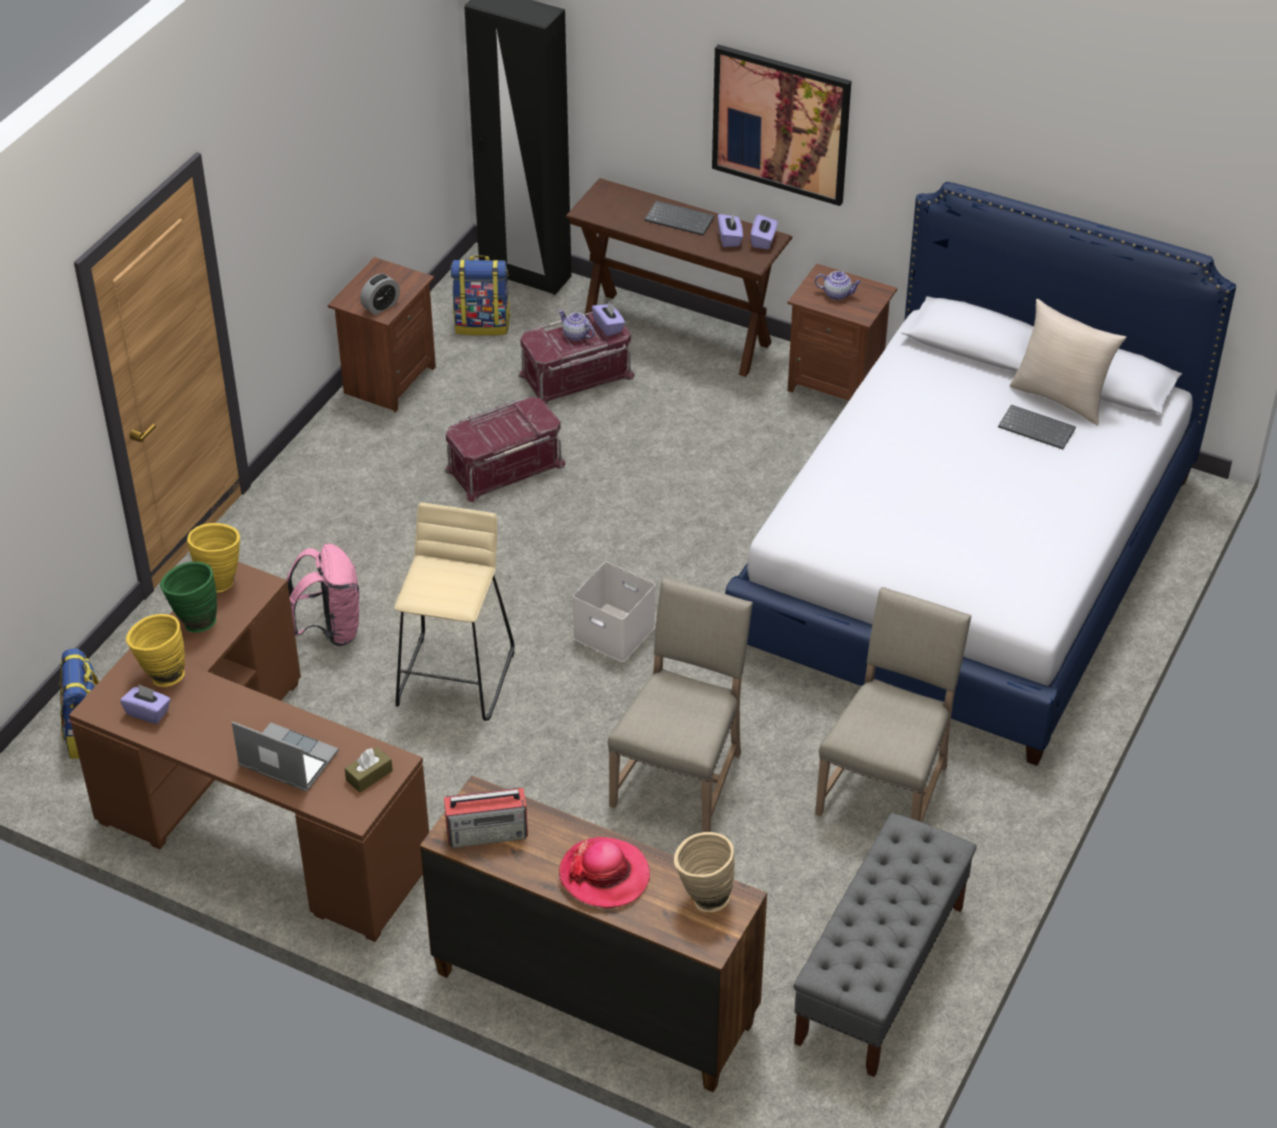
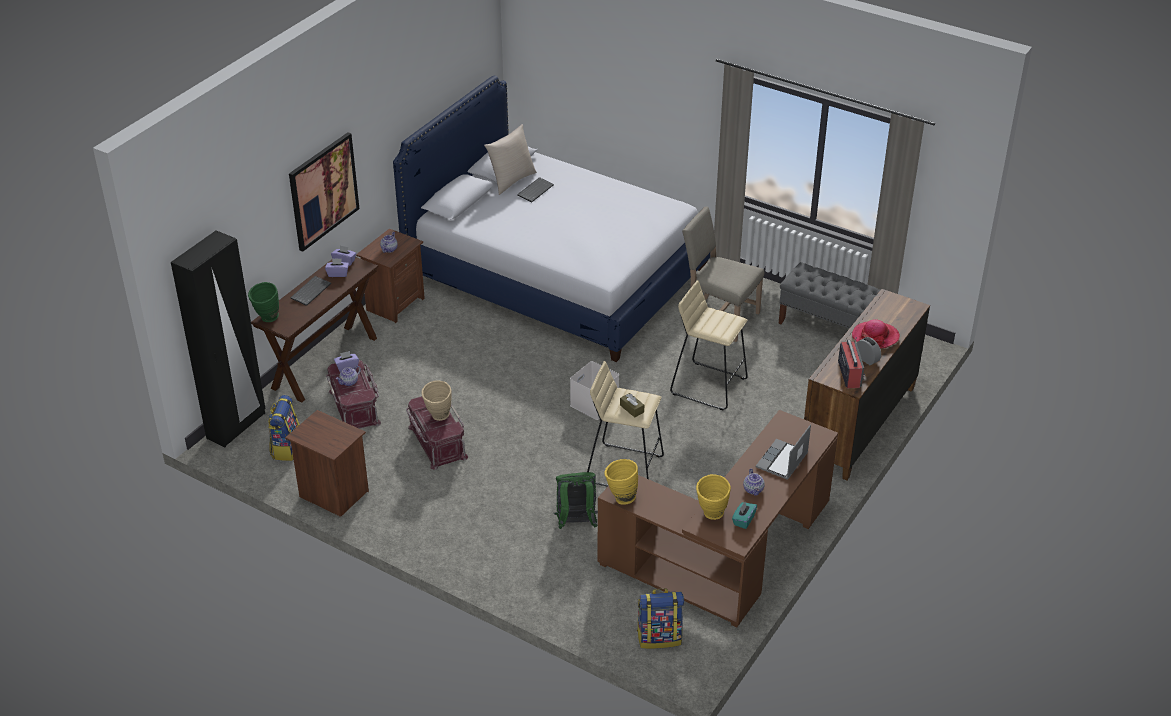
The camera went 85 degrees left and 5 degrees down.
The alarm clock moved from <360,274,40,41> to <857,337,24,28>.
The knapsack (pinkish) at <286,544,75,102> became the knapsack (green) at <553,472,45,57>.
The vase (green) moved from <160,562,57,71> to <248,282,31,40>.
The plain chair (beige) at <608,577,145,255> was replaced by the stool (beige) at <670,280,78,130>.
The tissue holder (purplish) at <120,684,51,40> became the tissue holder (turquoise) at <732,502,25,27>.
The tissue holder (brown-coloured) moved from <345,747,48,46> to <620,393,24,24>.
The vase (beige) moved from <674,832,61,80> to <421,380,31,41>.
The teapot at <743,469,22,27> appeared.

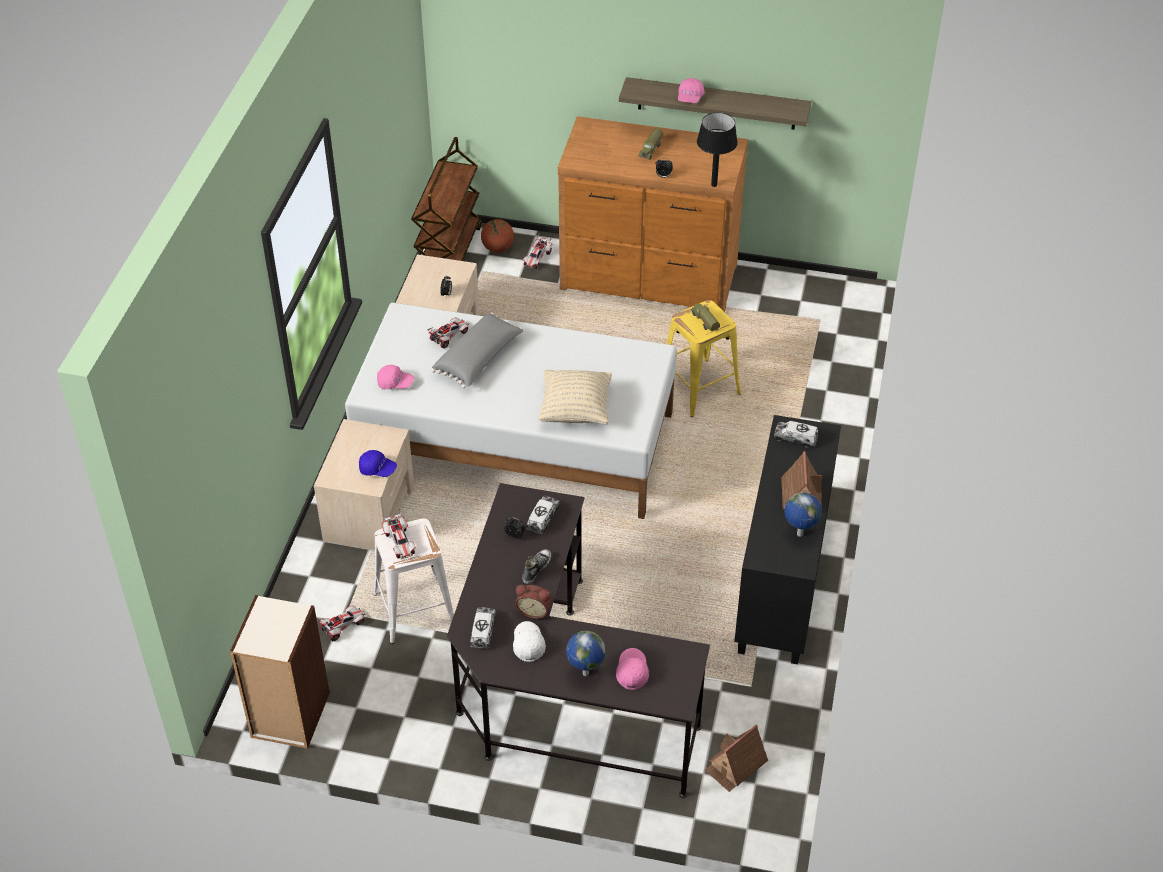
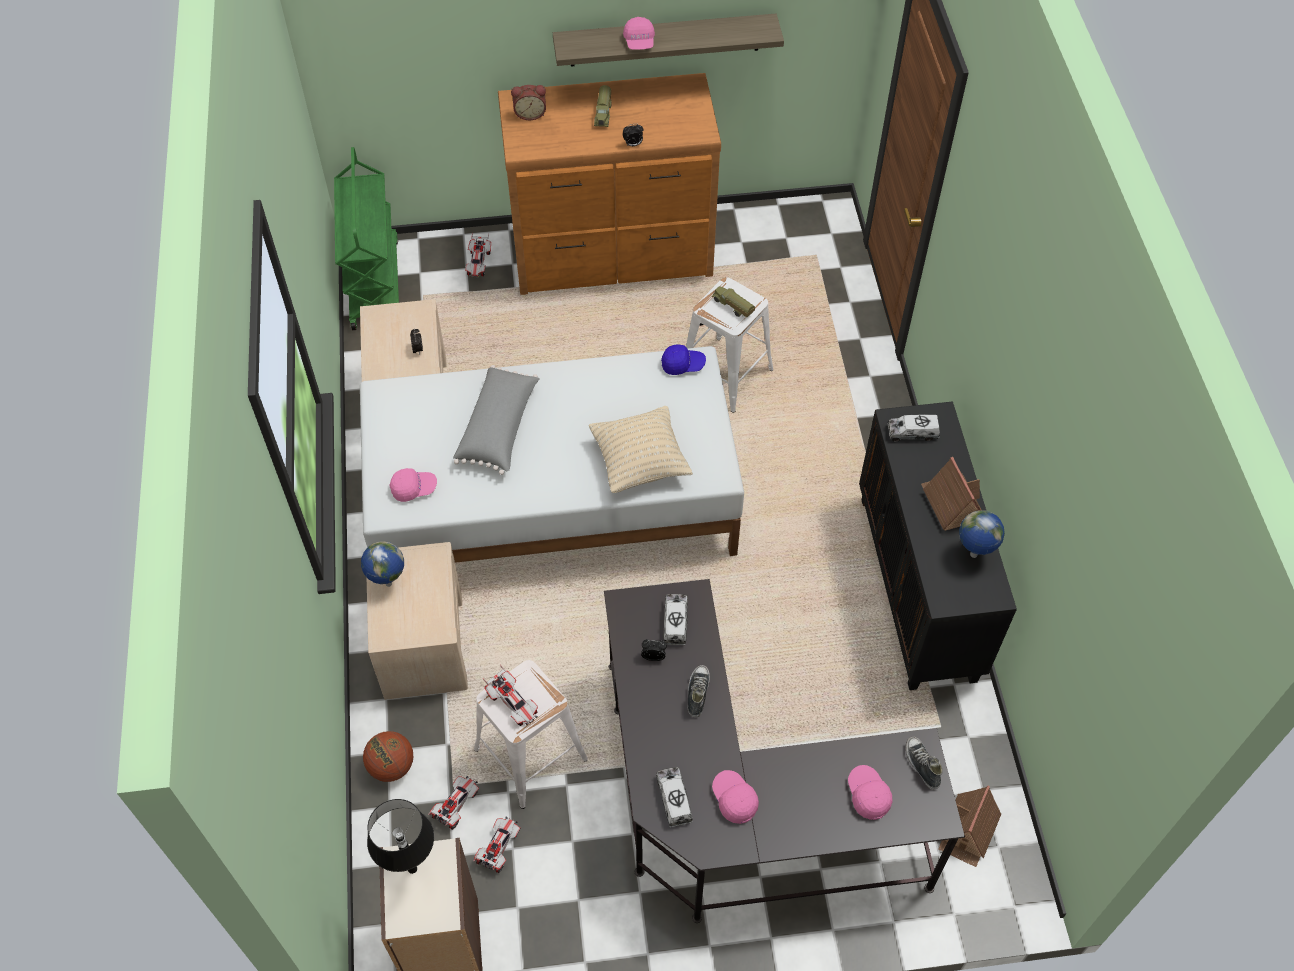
The camera went 20 degrees left and 10 degrees up.
The lamp for a table (blackish) moved from <697,112,41,75> to <367,799,67,75>.
The wheeled cart (brown-coloured) at <411,137,70,124> became the wheeled cart (green) at <334,147,65,183>.
The ball for basketball moved from <481,219,33,34> to <363,731,50,51>.
The stool (yellow-coloured) at <667,300,74,117> became the stool (whitish) at <686,277,87,136>.
The toy car moved from <427,317,42,32> to <474,817,46,56>.
The cap (blue-coloured) moved from <359,450,38,27> to <661,344,45,31>.
The alarm clock moved from <515,585,37,34> to <511,85,35,35>.
The cap (whitish) at <513,621,33,41> became the cap (pinkish) at <712,770,47,54>.
The desk globe moved from <566,631,40,45> to <361,541,43,46>.
The item of footwear at <906,737,37,53> appeared.

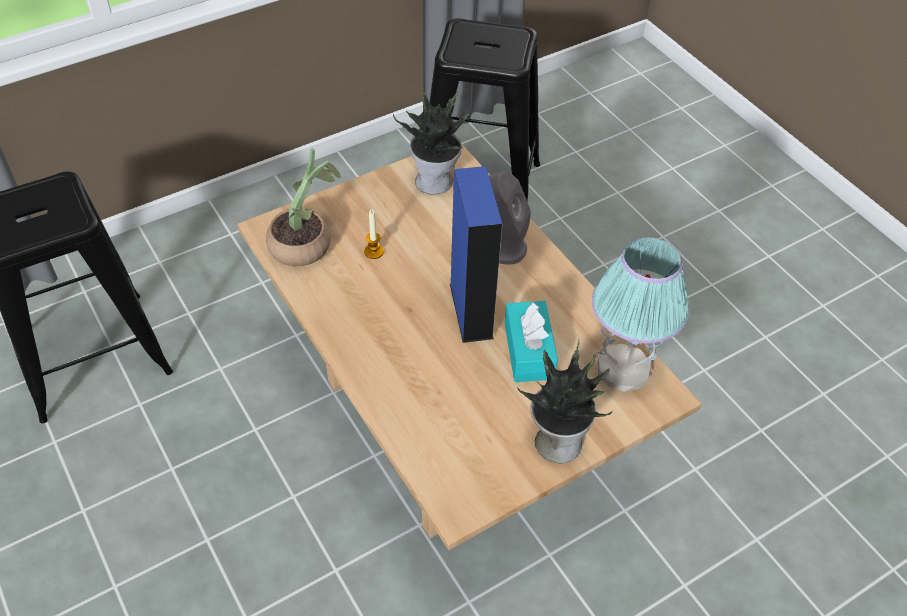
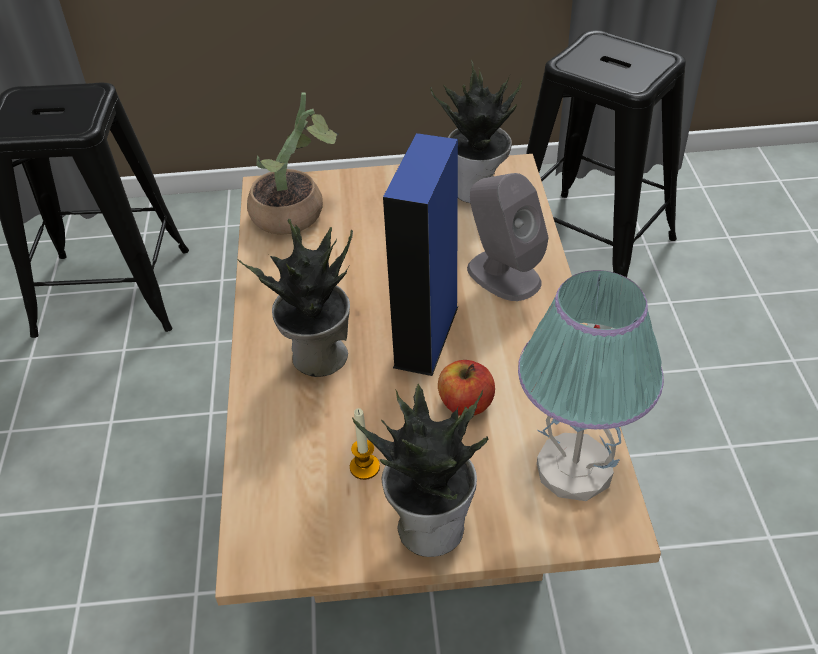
The camera went 30 degrees right and 5 degrees down.
The candle moved from <364,210,20,49> to <350,408,30,72>.
The tissue holder (turquoise) at <504,301,54,81> was replaced by the whole apple at <438,360,57,56>.
The plant in a pot at <237,218,116,159> appeared.

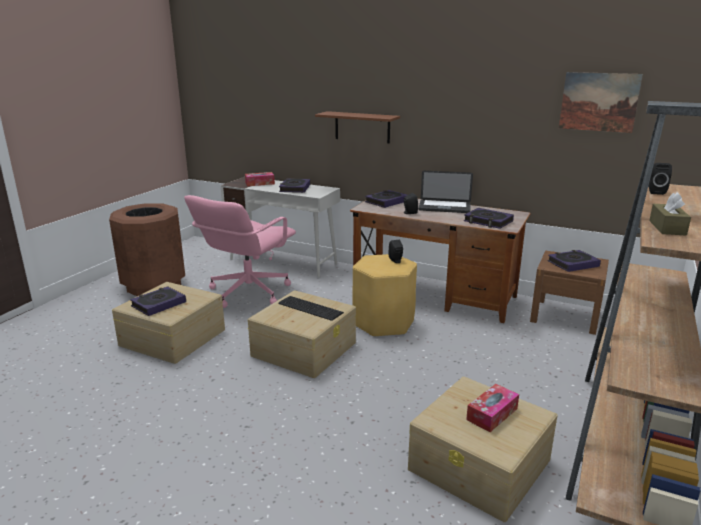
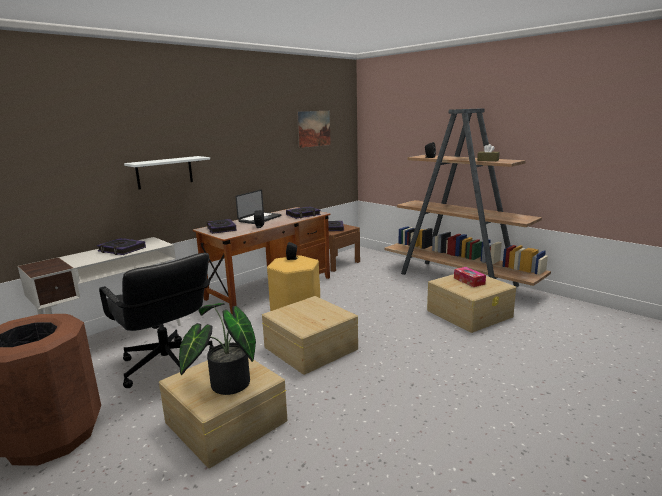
The camera went 70 degrees left and 5 degrees down.
The bracket shelf (brown-coloured) at <315,111,85,32> became the bracket shelf (whitish) at <124,156,86,33>.
The tissue holder at <245,172,30,14> disappeared.
The desk chair (pinkish) at <184,195,112,113> became the desk chair (blackish) at <99,253,115,135>.
The book at <130,286,56,30> was replaced by the plant in a pot at <179,303,77,92>.
The PC keyboard at <278,296,66,25> disappeared.

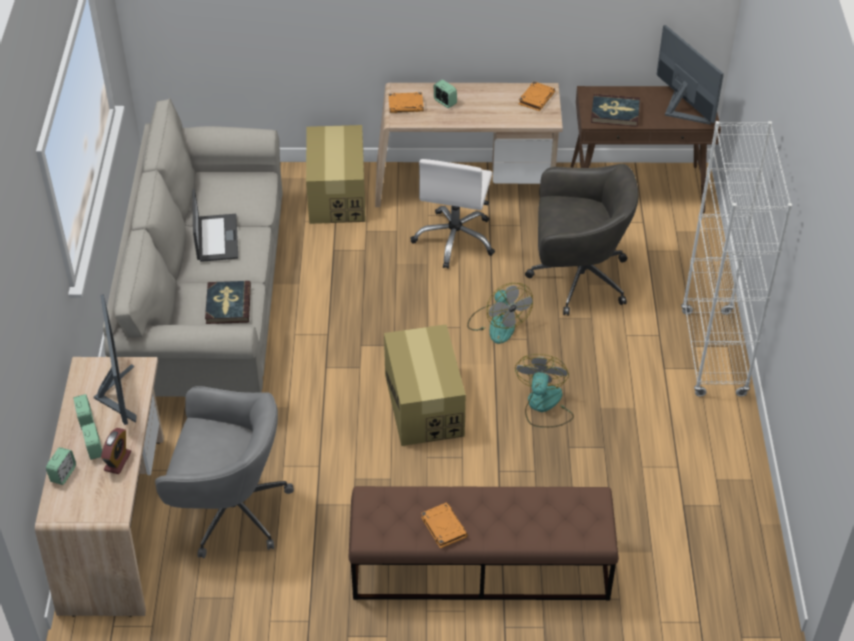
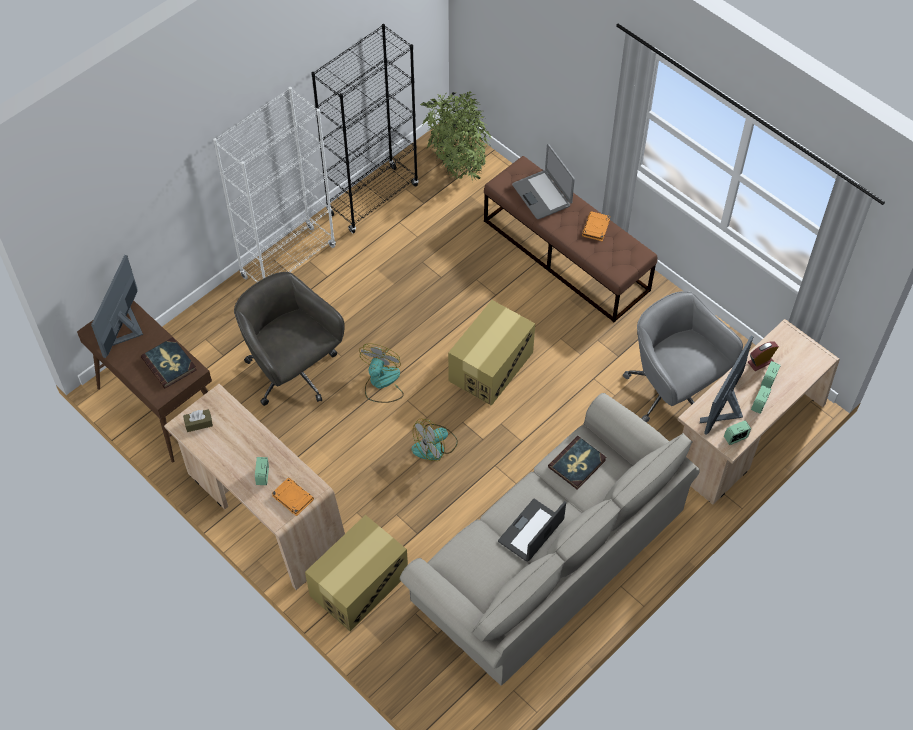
The camera went 135 degrees left and 10 degrees up.
The book (orange) at <519,81,36,30> was replaced by the tissue holder (brown-coloured) at <183,409,30,23>.
The desk chair (whitish) at <410,159,85,110> disappeared.
The electric fan moved from <515,354,59,74> to <412,419,46,42>.
The alarm clock moved from <46,447,30,38> to <724,420,27,25>.
The shelving unit (blackish) at <311,24,108,209> appeared.
The plant in a pot at <420,92,72,89> appeared.
The portable computer at <512,144,63,75> appeared.

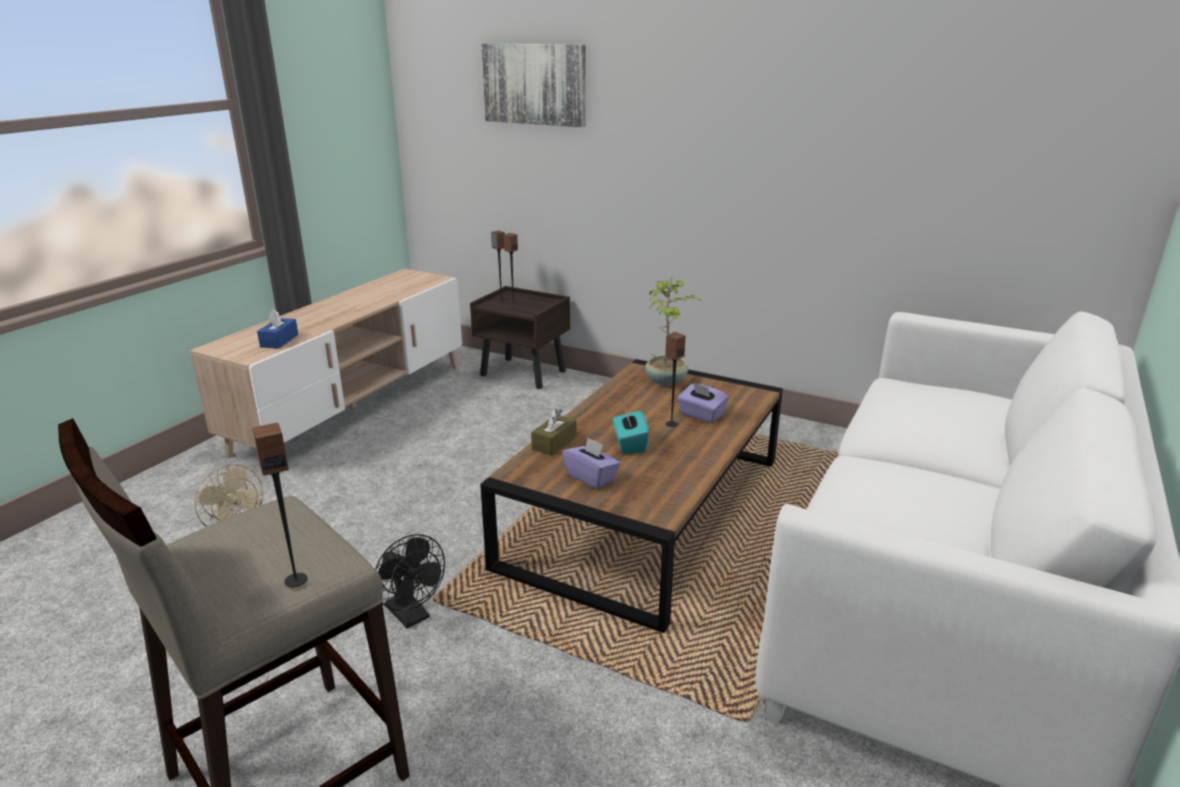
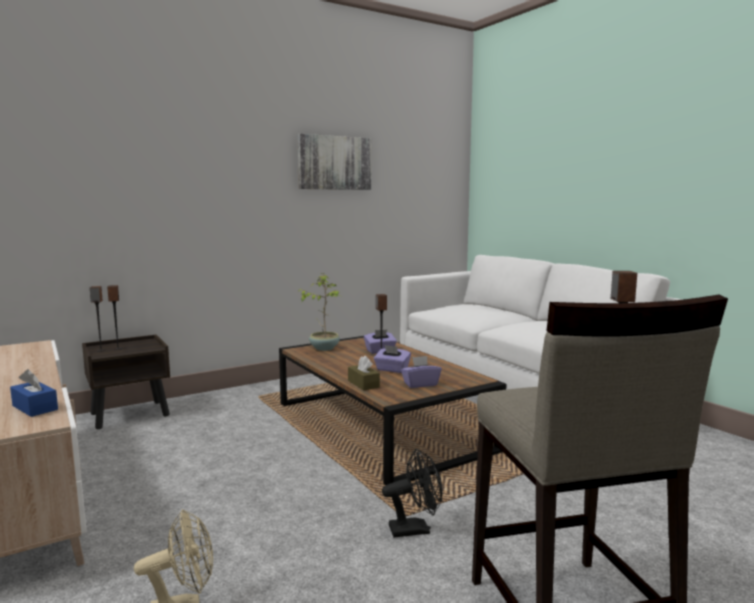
The camera went 60 degrees left and 15 degrees down.
The wall picture moved from <481,43,105,84> to <298,134,73,56>.
The tissue holder (turquoise) at <613,408,36,45> became the tissue holder (purplish) at <374,345,37,28>.

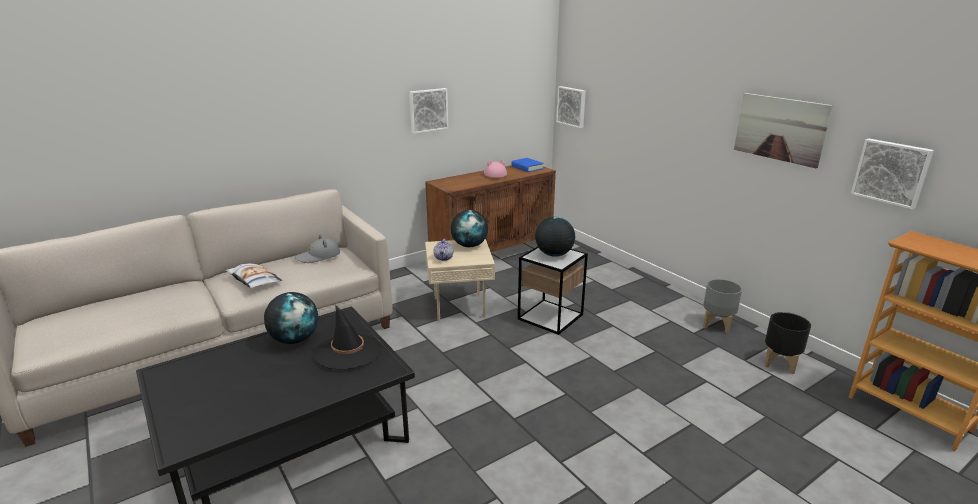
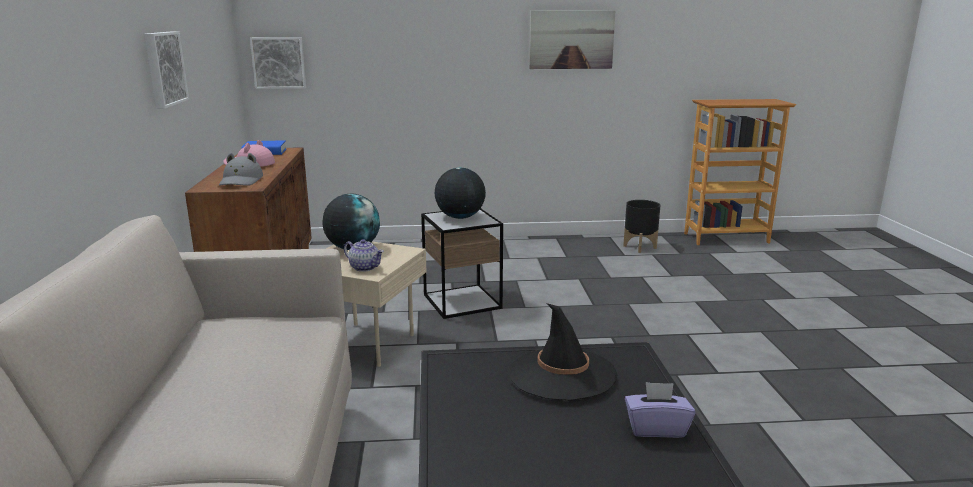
The camera went 60 degrees left and 5 degrees down.
The wall picture at <851,139,83,70> disappeared.
The clothing hat (grey) moved from <294,235,46,28> to <219,153,44,33>.
The pillow at <226,263,56,25> disappeared.
The planter (grey) at <703,279,39,54> disappeared.
The desk globe at <264,292,54,52> disappeared.
The tissue holder (purplish) at <625,382,70,56> appeared.

